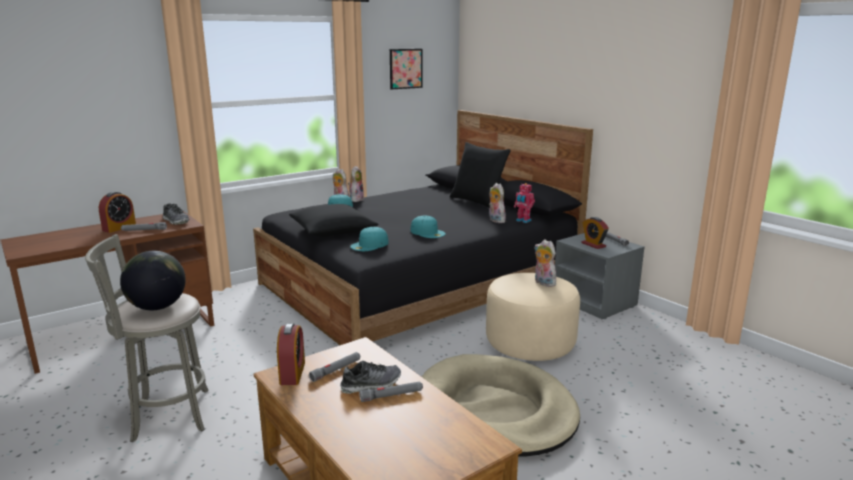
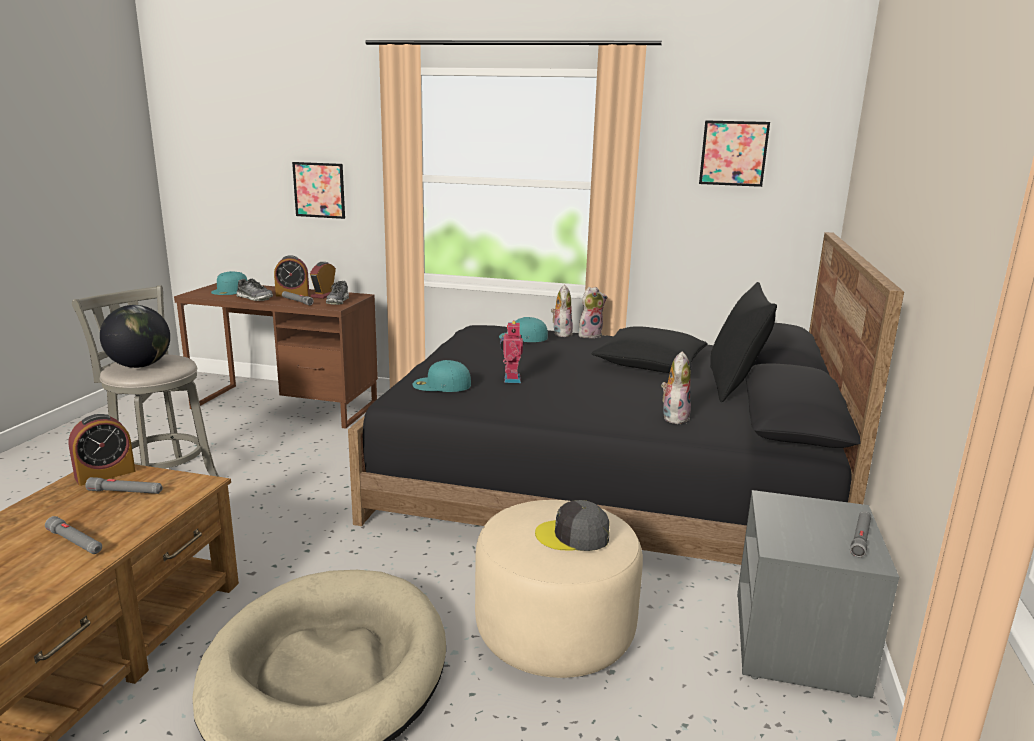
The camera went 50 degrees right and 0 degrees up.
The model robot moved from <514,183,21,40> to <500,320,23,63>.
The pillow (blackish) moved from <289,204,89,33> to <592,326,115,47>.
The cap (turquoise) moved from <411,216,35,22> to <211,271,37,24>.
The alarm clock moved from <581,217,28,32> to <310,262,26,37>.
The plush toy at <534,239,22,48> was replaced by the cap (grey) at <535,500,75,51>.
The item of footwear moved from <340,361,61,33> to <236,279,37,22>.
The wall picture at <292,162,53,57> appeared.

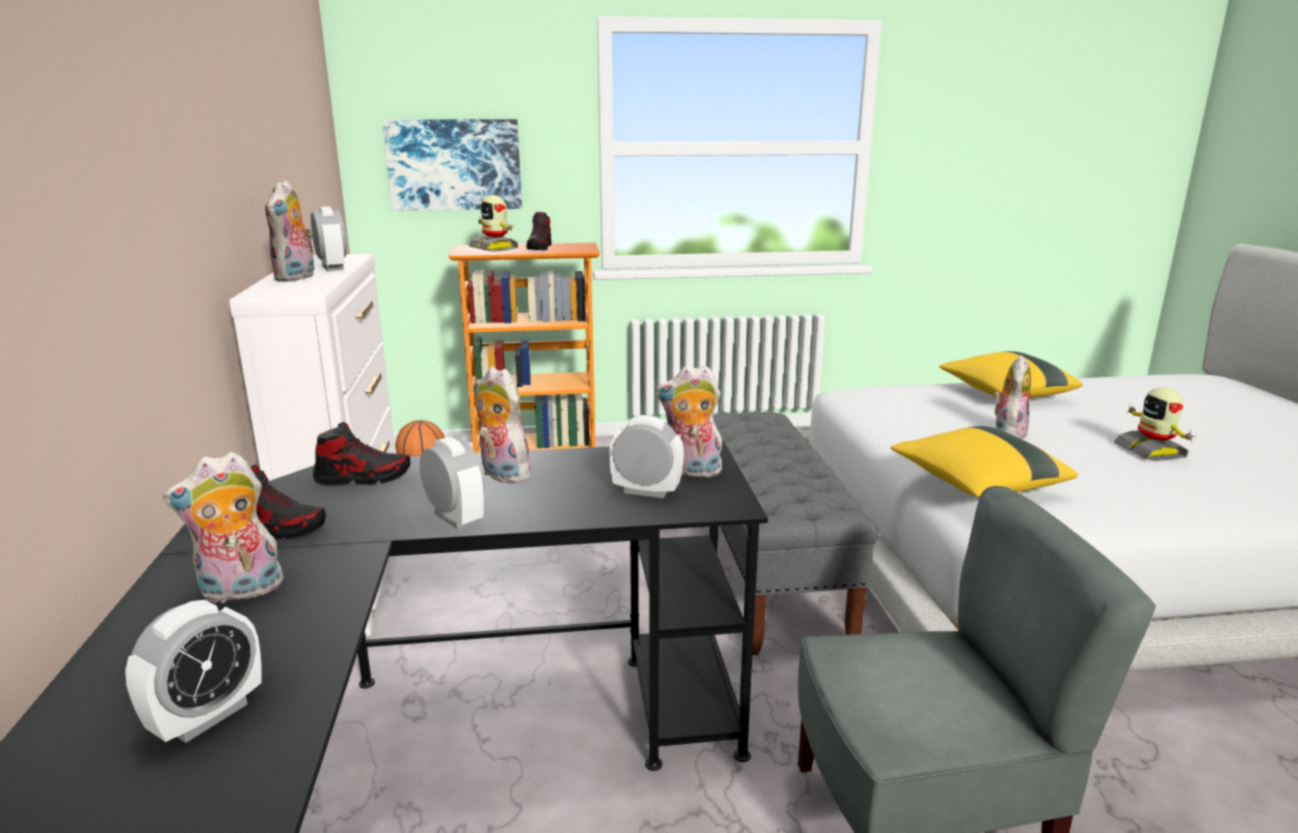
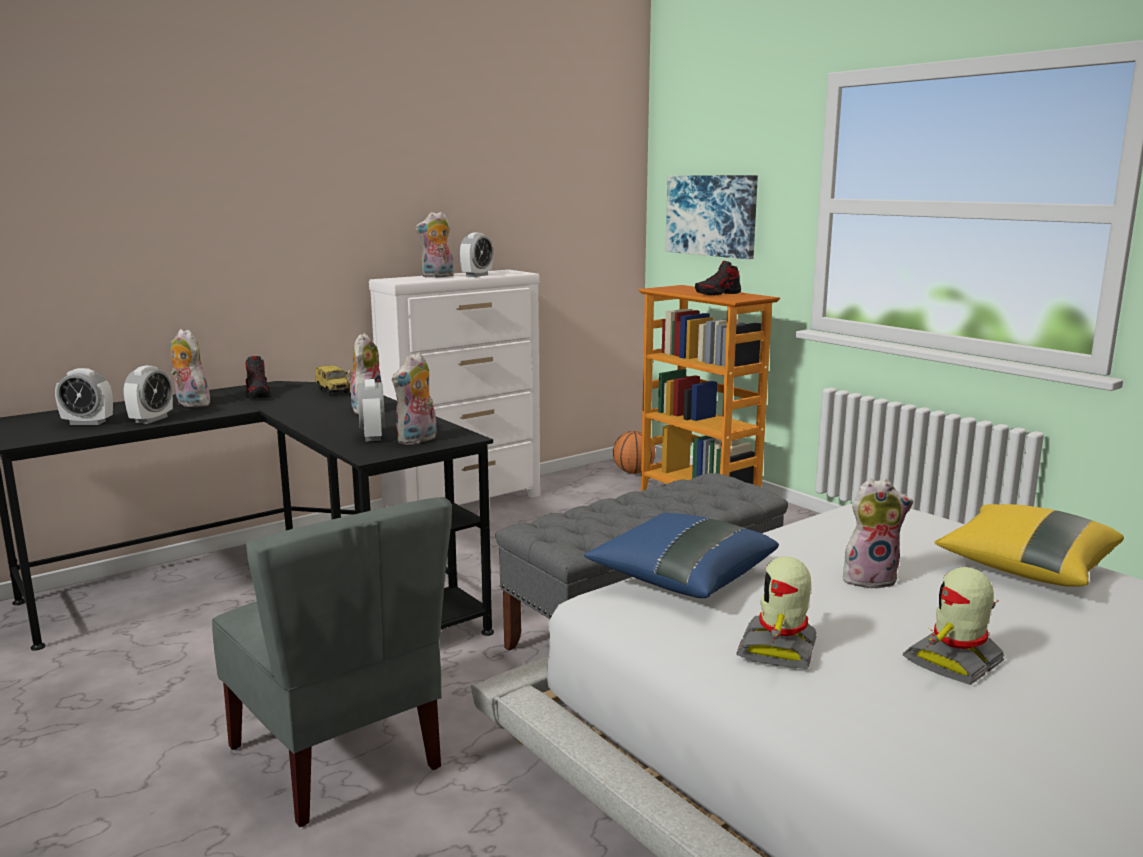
The camera went 60 degrees right and 5 degrees down.
The model robot moved from <469,195,50,57> to <736,556,81,113>.
The plush toy at <655,365,67,113> turned 120 degrees counterclockwise.
The item of footwear at <313,422,97,64> was replaced by the toy car at <315,365,35,30>.
The pillow (yellow-coloured) at <891,426,187,71> became the pillow (blue-coloured) at <584,513,195,85>.
The alarm clock moved from <420,437,64,93> to <123,365,50,59>.

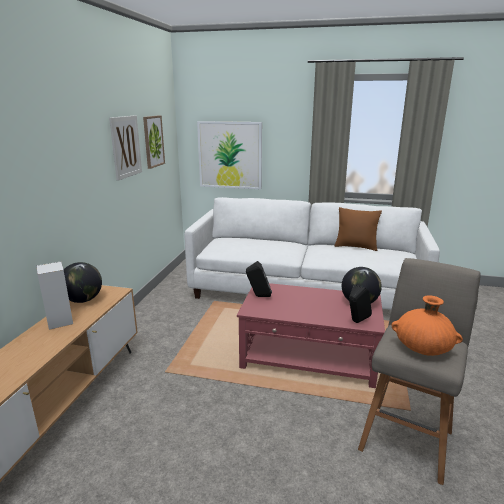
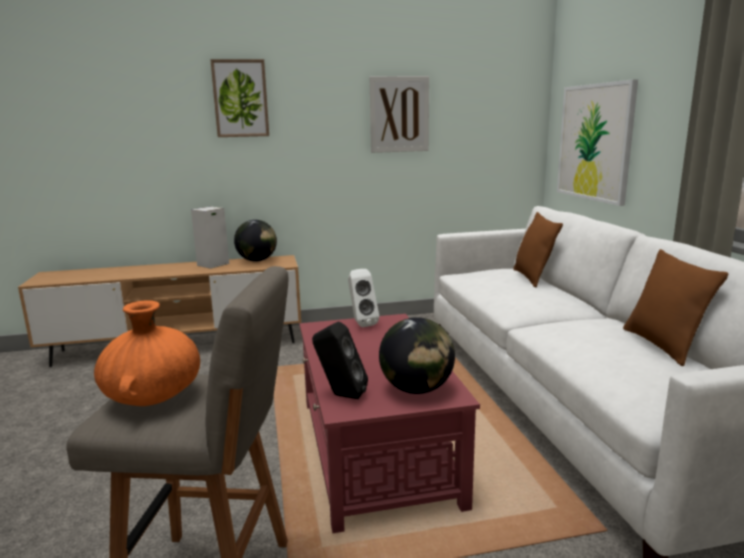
The camera went 65 degrees right and 5 degrees down.
The wall picture moved from <143,115,22,54> to <210,59,59,78>.
The loudspeaker (blackish) at <246,261,26,36> became the loudspeaker (whitish) at <348,269,31,58>.
The pillow (brown-coloured) at <513,212,50,75> appeared.

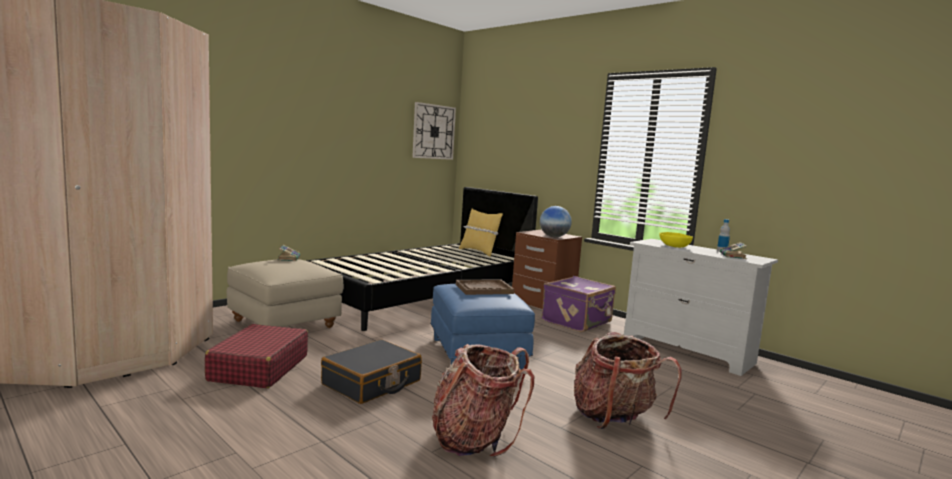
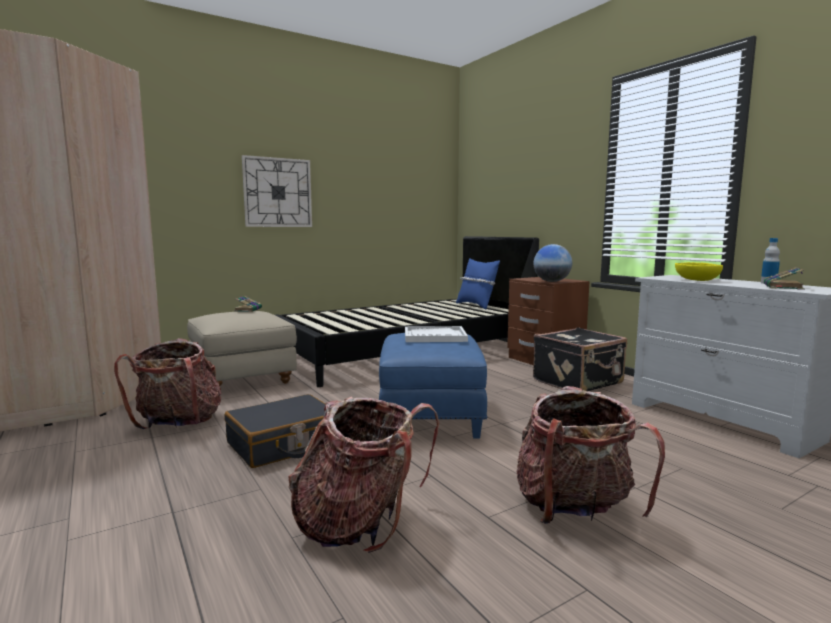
The camera went 15 degrees right and 0 degrees up.
The wall clock moved from <412,102,44,58> to <242,155,70,72>.
The pillow (yellow-coloured) at <459,208,44,49> became the pillow (blue-coloured) at <456,258,44,52>.
The piece of luggage (purplish) at <542,276,74,56> became the piece of luggage (blackish) at <533,327,94,64>.
The carrying tray (brown-coloured) at <456,280,58,15> became the carrying tray (whitish) at <405,326,63,16>.
The piece of luggage (red) at <205,324,103,64> was replaced by the knapsack at <114,338,108,91>.

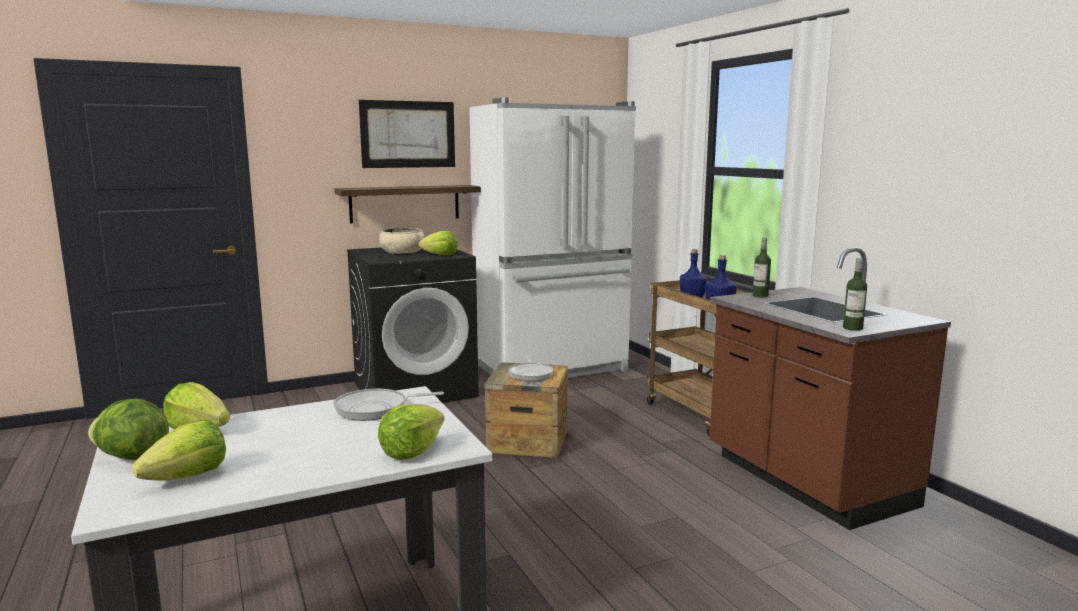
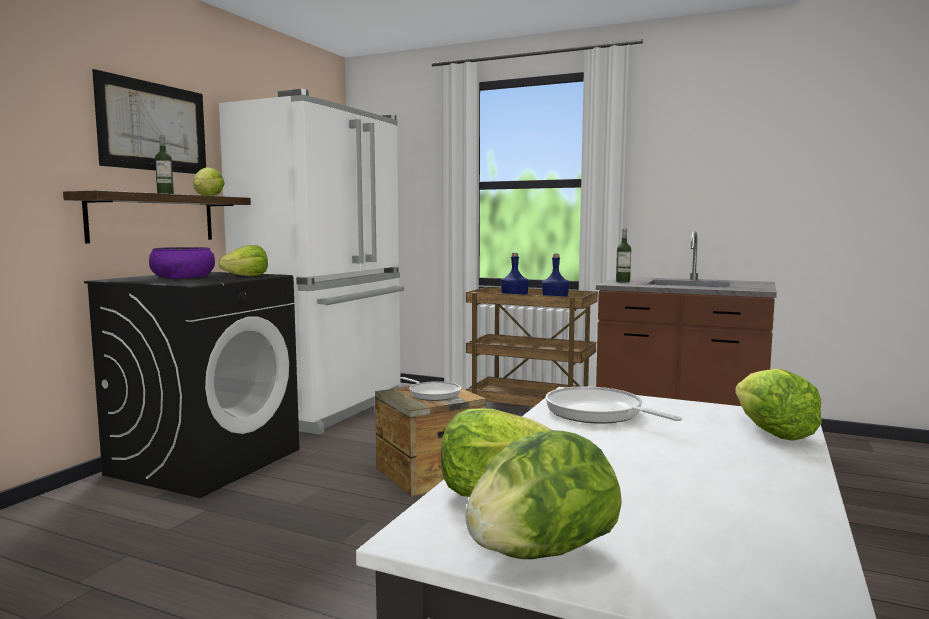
The camera went 40 degrees left and 5 degrees down.
The serving bowl (beige) at <379,228,46,26> became the serving bowl (purplish) at <149,247,66,32>.
The beverage bottle moved from <843,258,24,73> to <155,135,19,59>.
The skillet at <333,389,111,32> turned 105 degrees clockwise.
The head of lettuce moved from <133,420,93,61> to <194,167,31,29>.

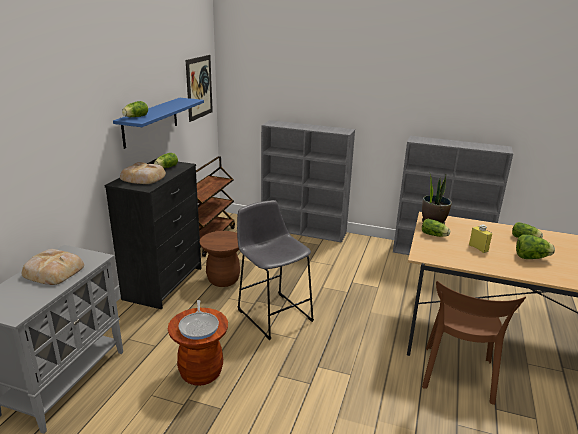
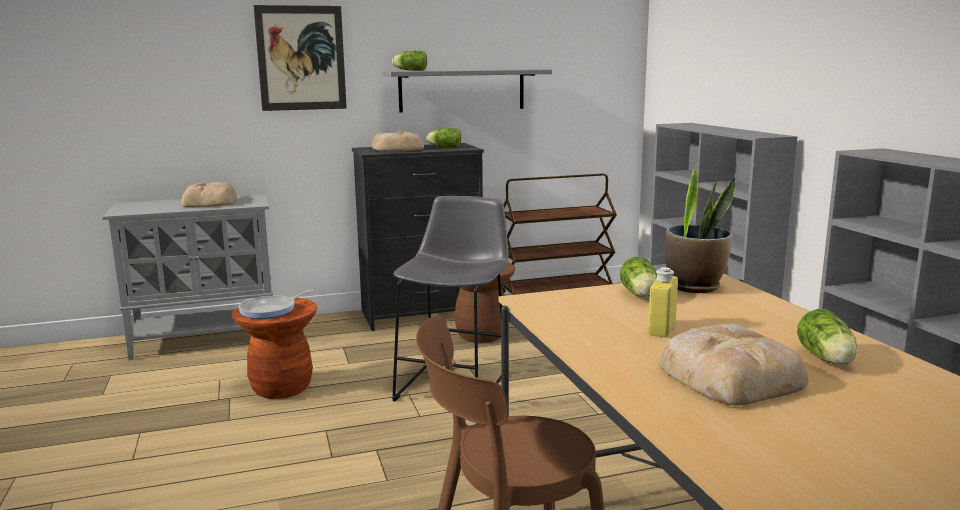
The camera went 55 degrees right and 10 degrees down.
The wall picture moved from <186,55,27,67> to <253,5,94,106>.
The bracket shelf (blue-coloured) at <113,98,91,51> became the bracket shelf (grey) at <383,69,169,43>.
The head of lettuce at <516,234,39,25> was replaced by the baked bread at <658,324,150,81>.

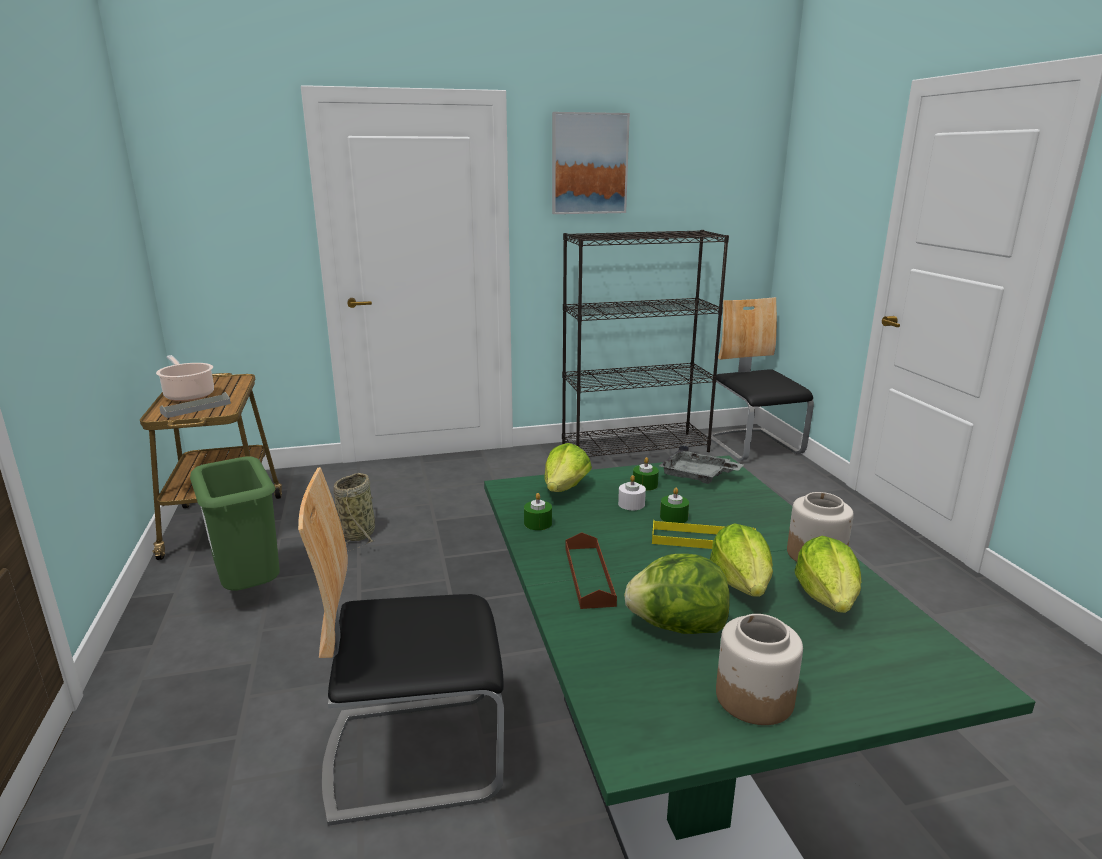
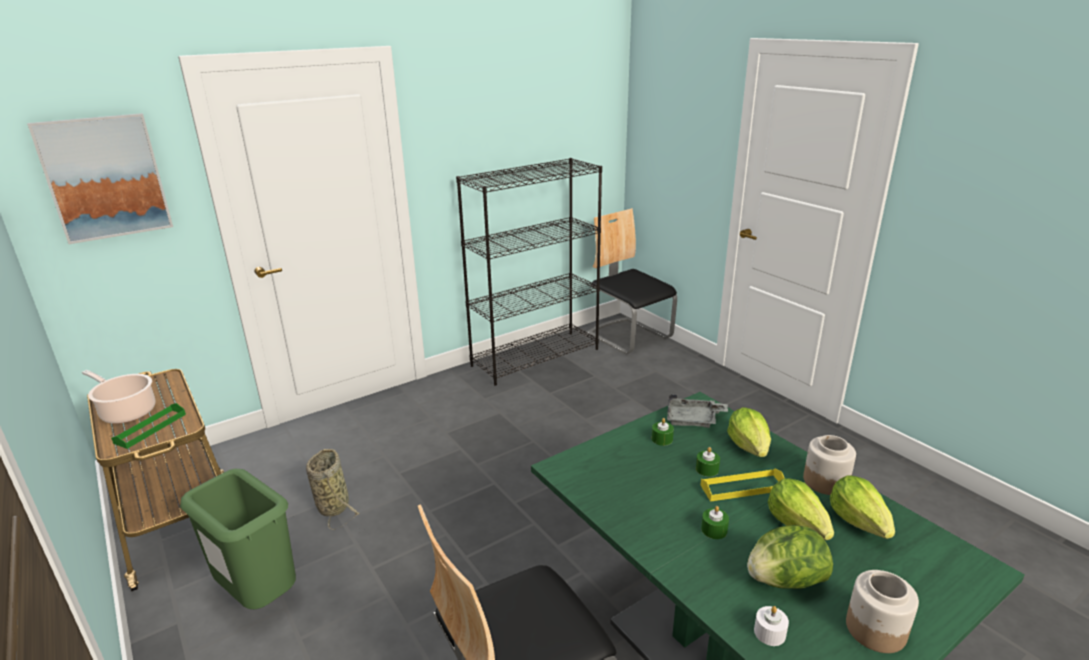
The camera went 20 degrees left and 5 degrees up.
The wall picture moved from <552,112,78,102> to <27,113,146,131>.
The carrying tray (grey) at <159,392,72,26> became the carrying tray (green) at <111,403,75,46>.
The head of lettuce moved from <545,443,47,49> to <727,407,44,50>.
The candle (whitish) moved from <618,475,28,35> to <754,606,35,40>.
The candle (green) moved from <524,493,28,37> to <701,506,28,33>.
The carrying tray (brown-coloured) at <566,532,51,77> disappeared.

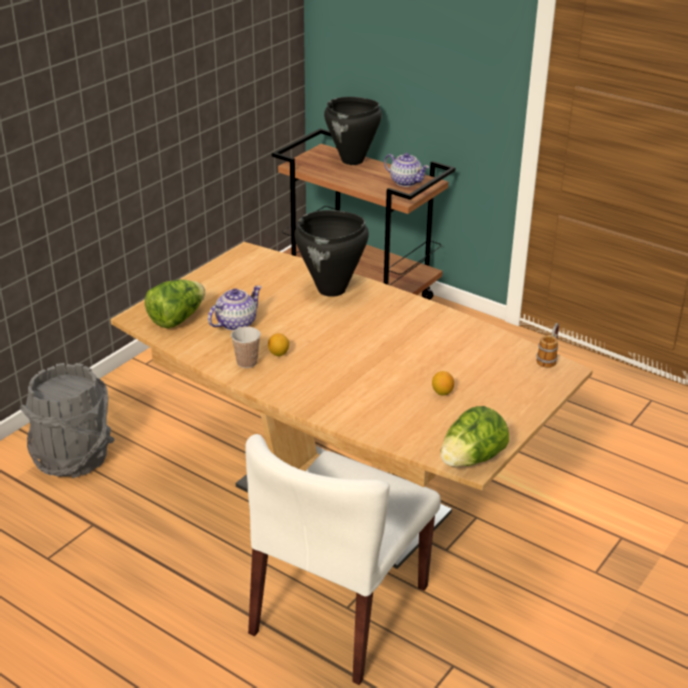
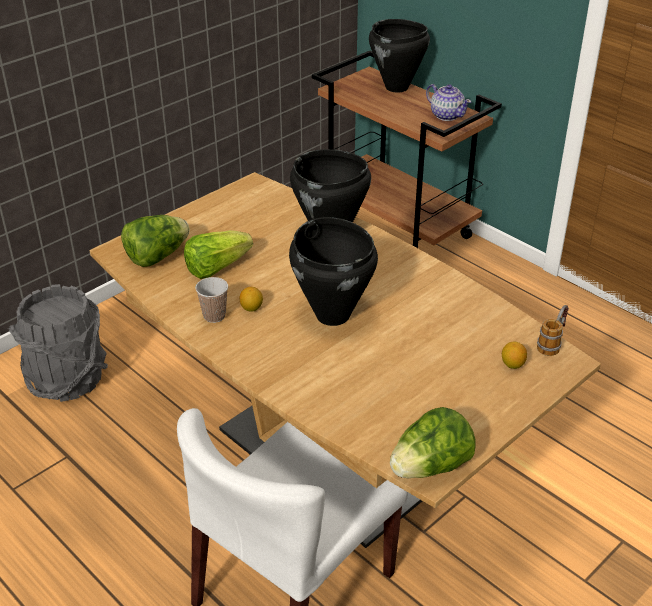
The camera went 10 degrees right and 5 degrees up.
The teapot at <208,285,54,46> was replaced by the head of lettuce at <184,230,69,49>.
The lemon moved from <432,371,22,24> to <502,341,25,28>.
The cooking pot (blackish) at <289,217,89,109> appeared.

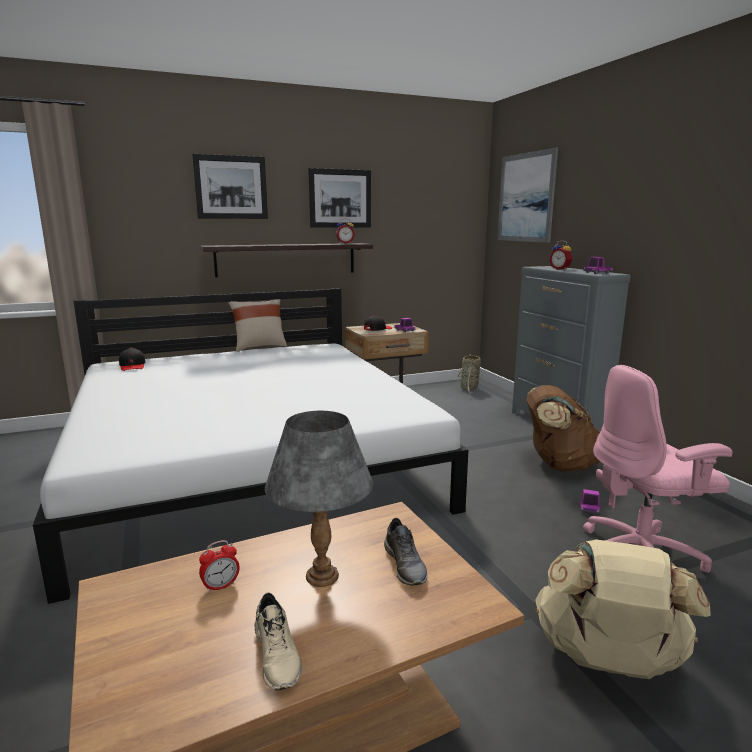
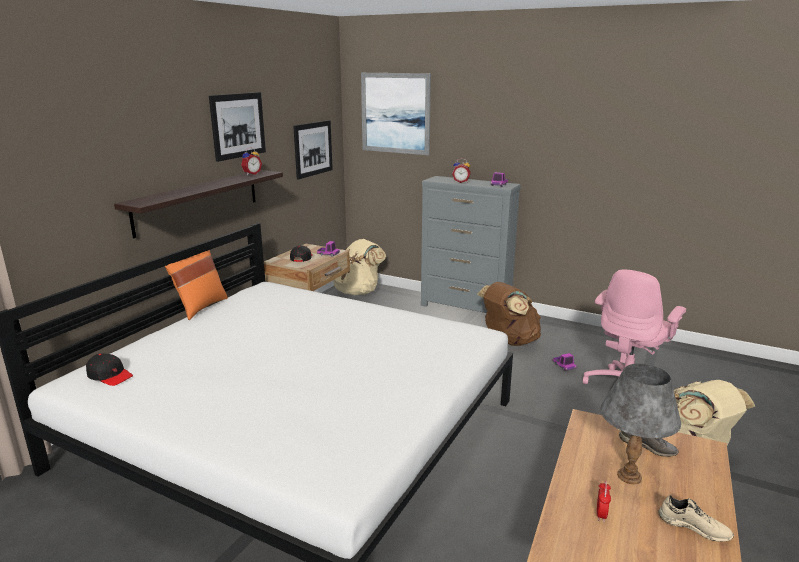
The camera went 40 degrees left and 5 degrees up.
The wall picture moved from <192,154,76,65> to <293,120,40,59>.
The pillow (beige) at <228,299,59,53> became the pillow (orange) at <165,250,63,70>.
The household basket at <457,354,24,41> was replaced by the knapsack (beige) at <333,239,53,56>.

